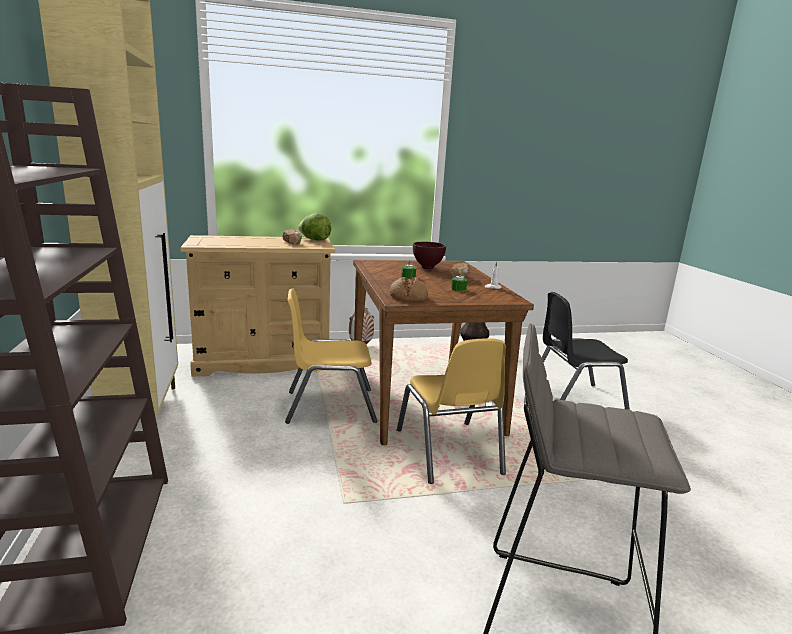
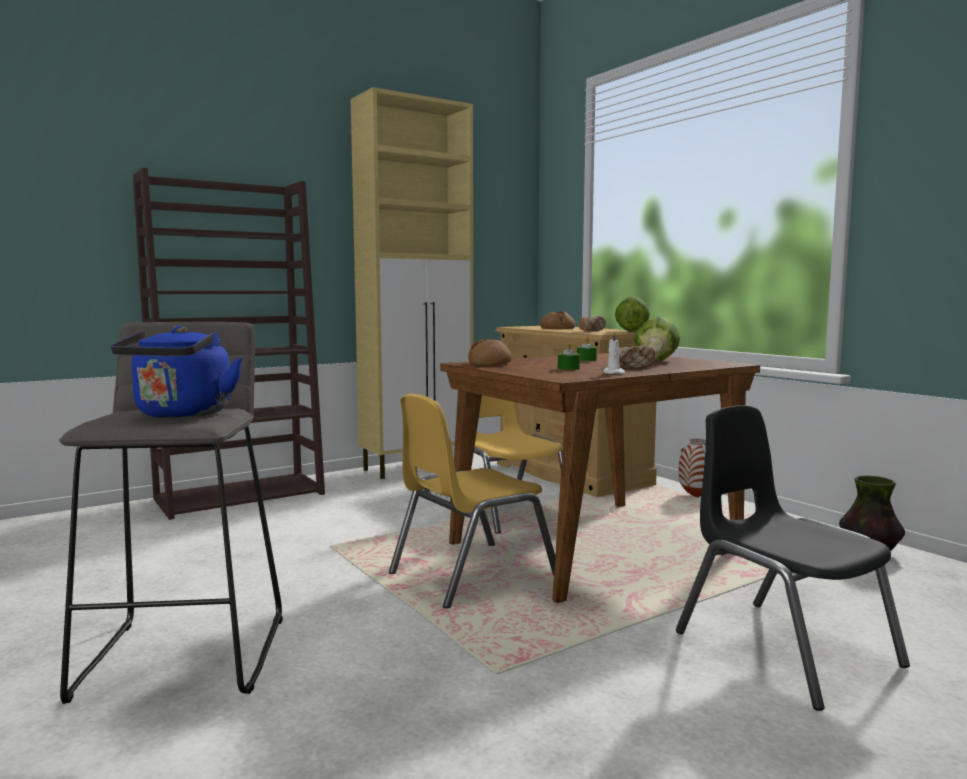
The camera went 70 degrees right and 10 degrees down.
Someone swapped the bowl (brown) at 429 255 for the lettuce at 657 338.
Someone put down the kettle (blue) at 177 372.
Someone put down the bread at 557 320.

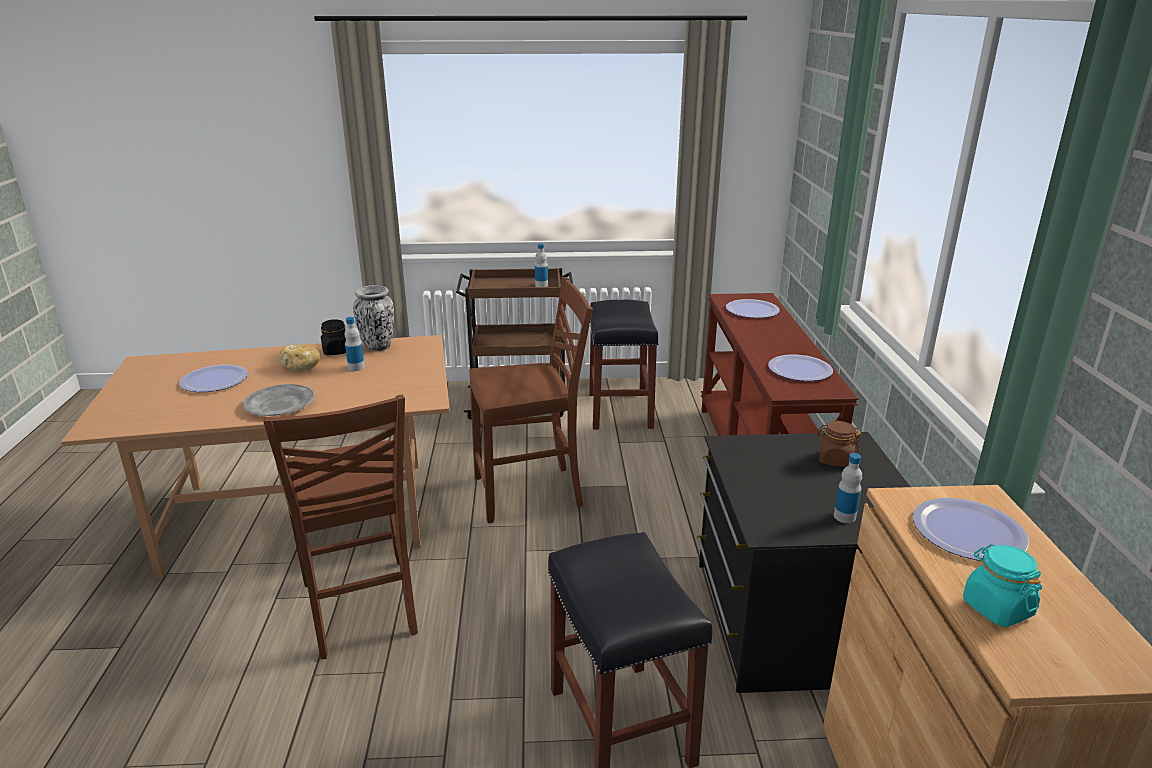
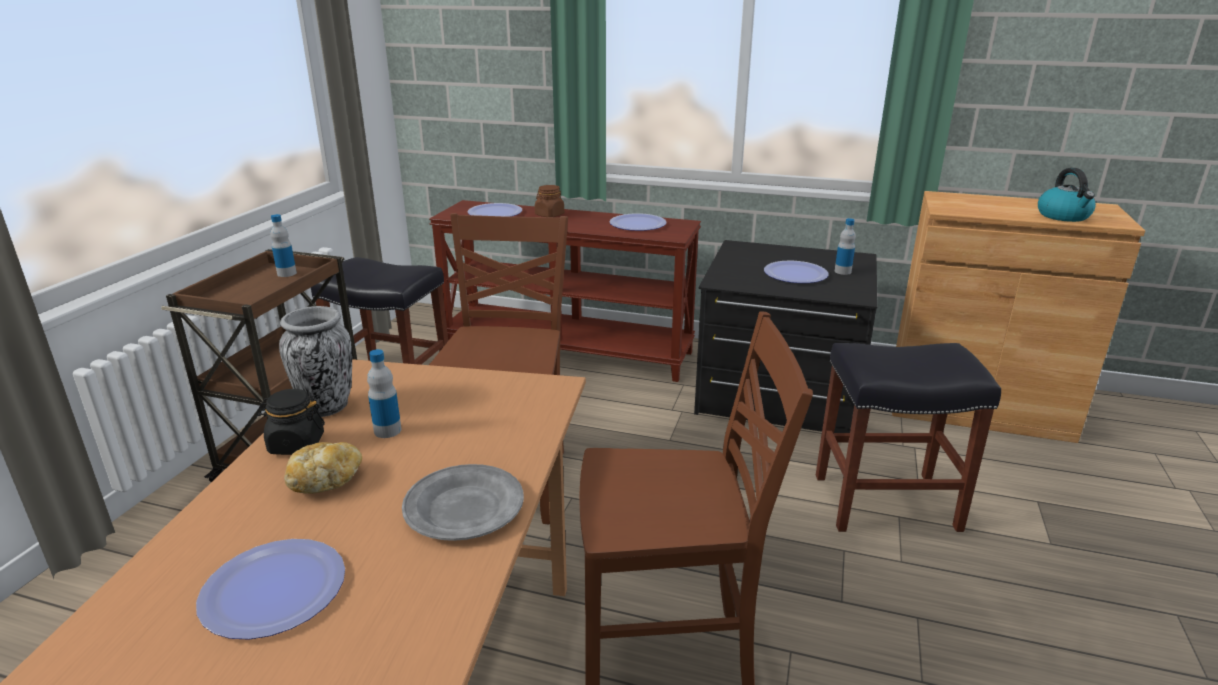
The camera went 70 degrees left and 0 degrees up.
Someone carried the jar (brown) from 839 444 to 549 201.
Someone carried the plate from 971 529 to 796 272.
Someone swapped the jar (turquoise) at 1002 585 for the kettle at 1067 195.

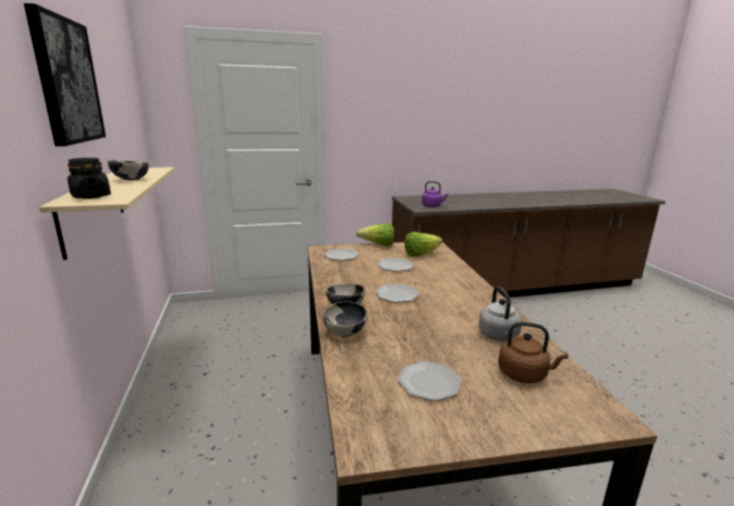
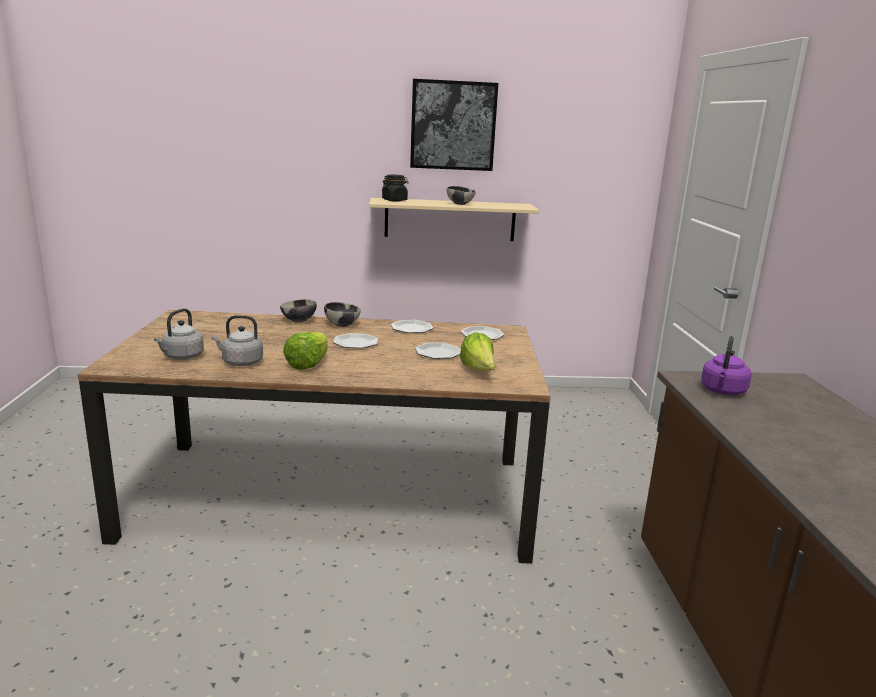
The camera went 100 degrees right and 0 degrees up.
Someone carried the lettuce from 375 234 to 305 351.
Someone carried the plate from 429 381 to 412 326.
Someone repainted the kettle (brown) at 533 352, which became the kettle (grey) at 179 334.

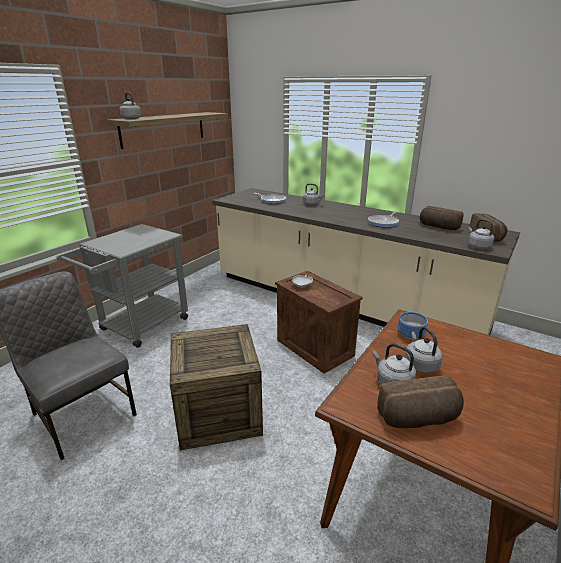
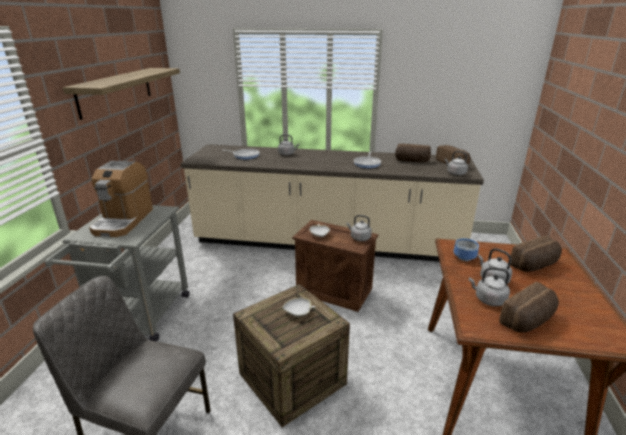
The camera went 25 degrees left and 0 degrees up.
Someone carried the kettle (grey) from 130 105 to 359 228.
Someone put down the coffee machine at 121 199.
Someone put down the bowl (white) at 299 307.
Someone put down the bread at 536 254.

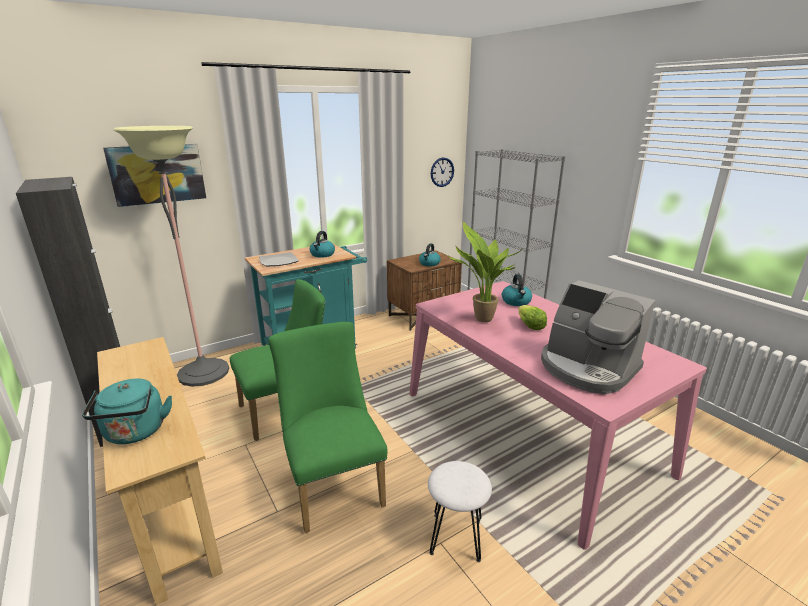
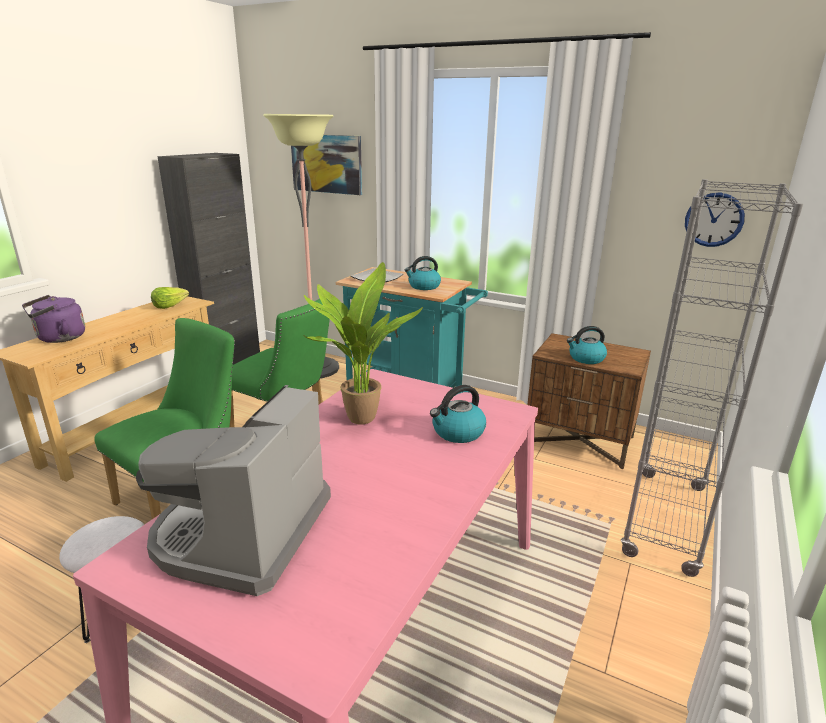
The camera went 60 degrees right and 0 degrees up.
Someone repainted the kettle (turquoise) at 127 411, which became the kettle (purple) at 53 319.
Someone carried the lettuce from 533 317 to 170 298.

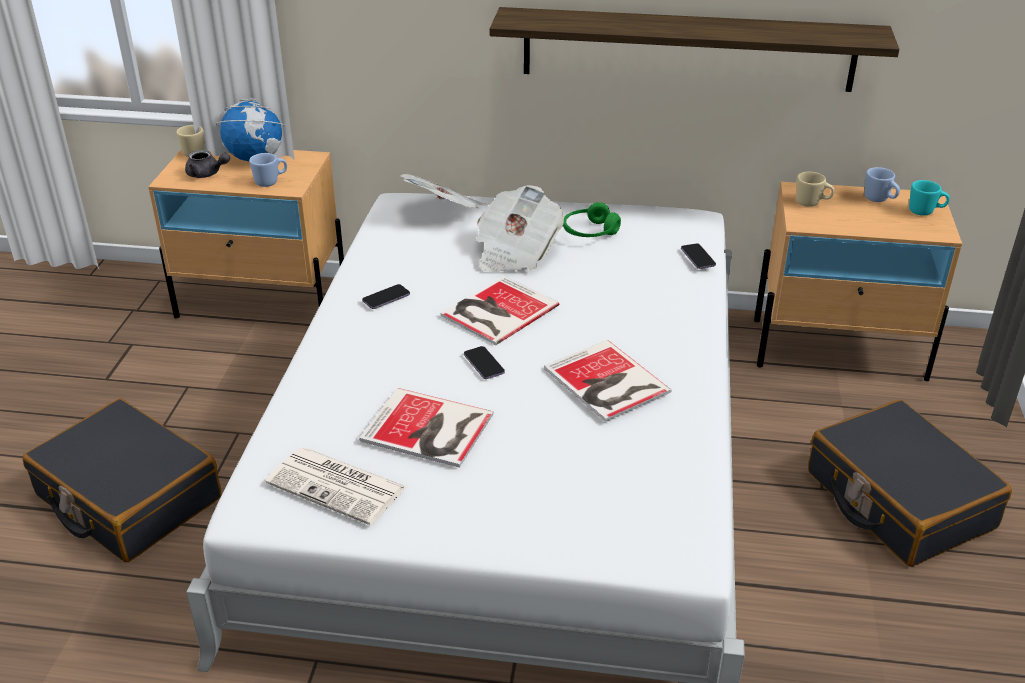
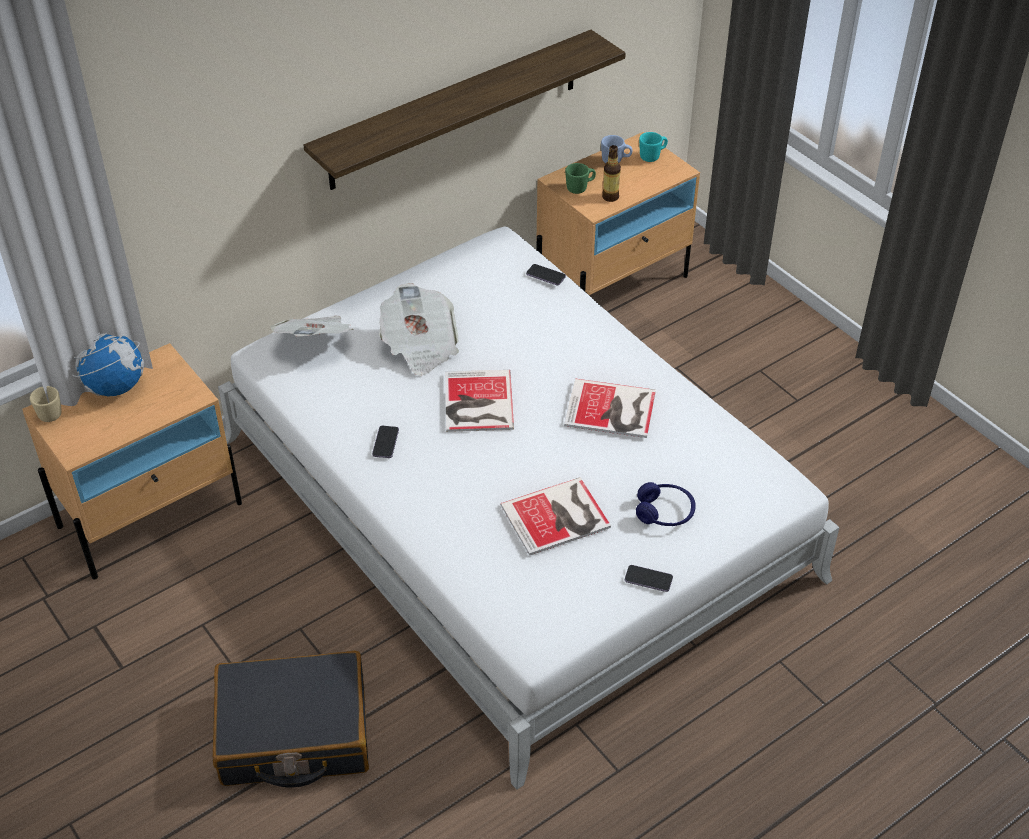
The camera went 45 degrees left and 10 degrees up.
Someone took away the teapot (grey) at 207 164.
Someone took away the mug (blue) at 268 170.
Someone took away the newspaper at 336 486.
Someone carried the phone from 484 362 to 649 578.
Someone took away the headphones (green) at 592 219.
Someone repainted the mug (beige) at 815 189, which became the mug (green) at 580 178.
Someone took away the suitcase (black) at 910 483.
Someone put down the bottle at 611 173.
Someone put down the headphones (blue) at 666 504.

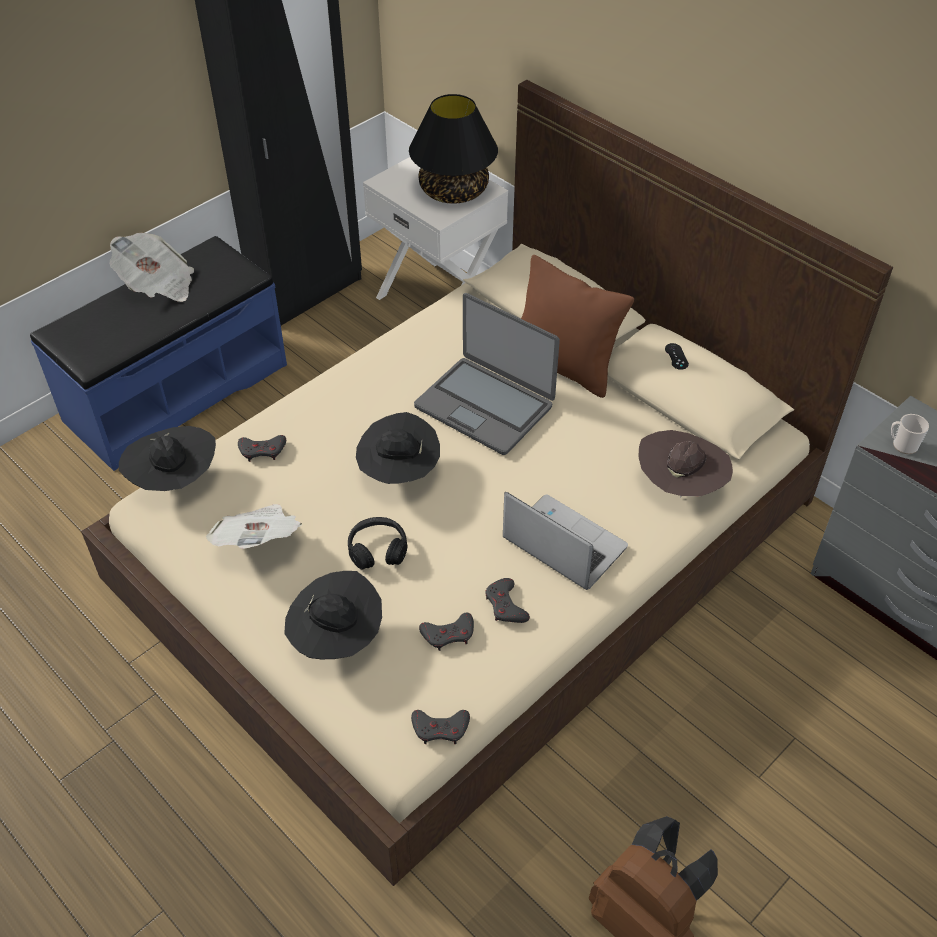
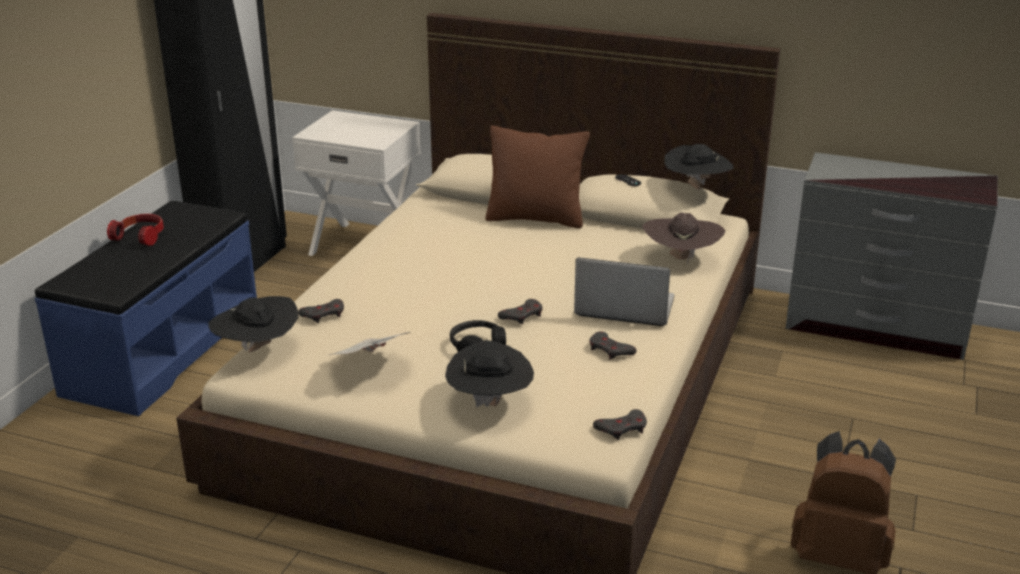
The camera went 25 degrees left and 20 degrees down.
Someone swapped the newspaper at 151 267 for the headphones at 135 230.
Someone carried the hat (black) from 398 448 to 699 167.
Someone took away the table lamp (black) at 453 149.
Someone took away the laptop at 487 374.
Someone carried the game controller (grey) from 446 631 to 520 311.
Someone took away the mug at 910 434.

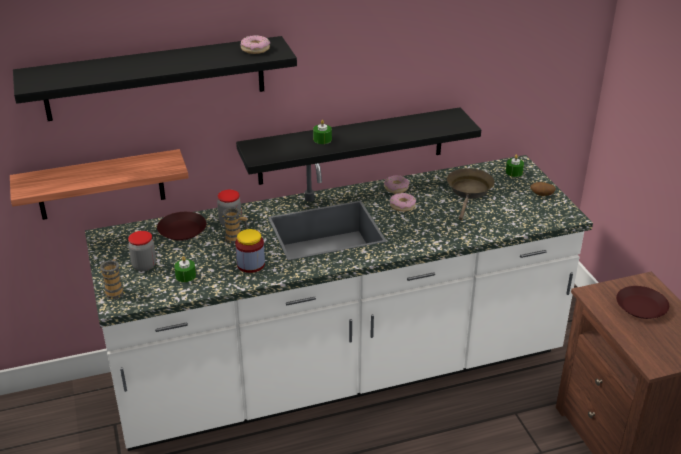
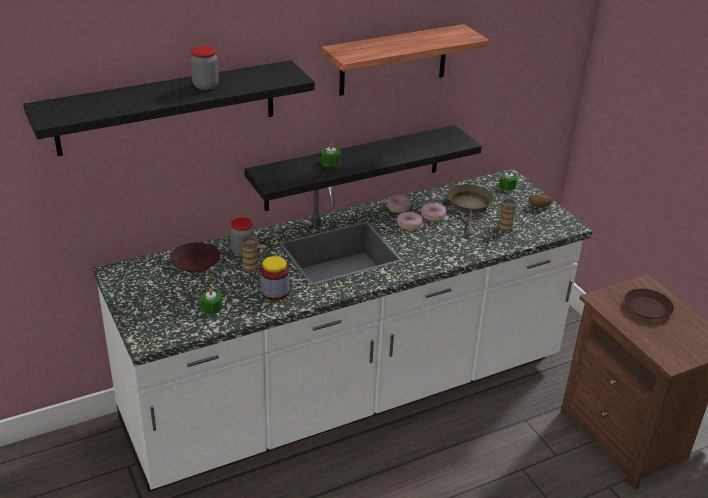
The camera went 10 degrees left and 0 degrees up.
Someone carried the shelf from 99 184 to 405 60.
Someone carried the mug from 111 279 to 507 215.
Someone carried the jar from 142 251 to 205 68.
Someone carried the donut from 255 44 to 434 212.

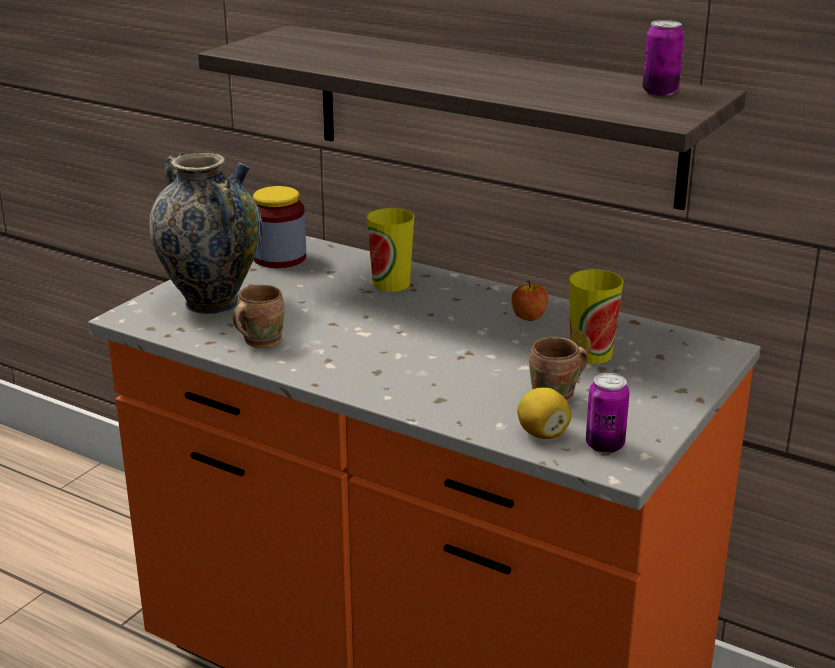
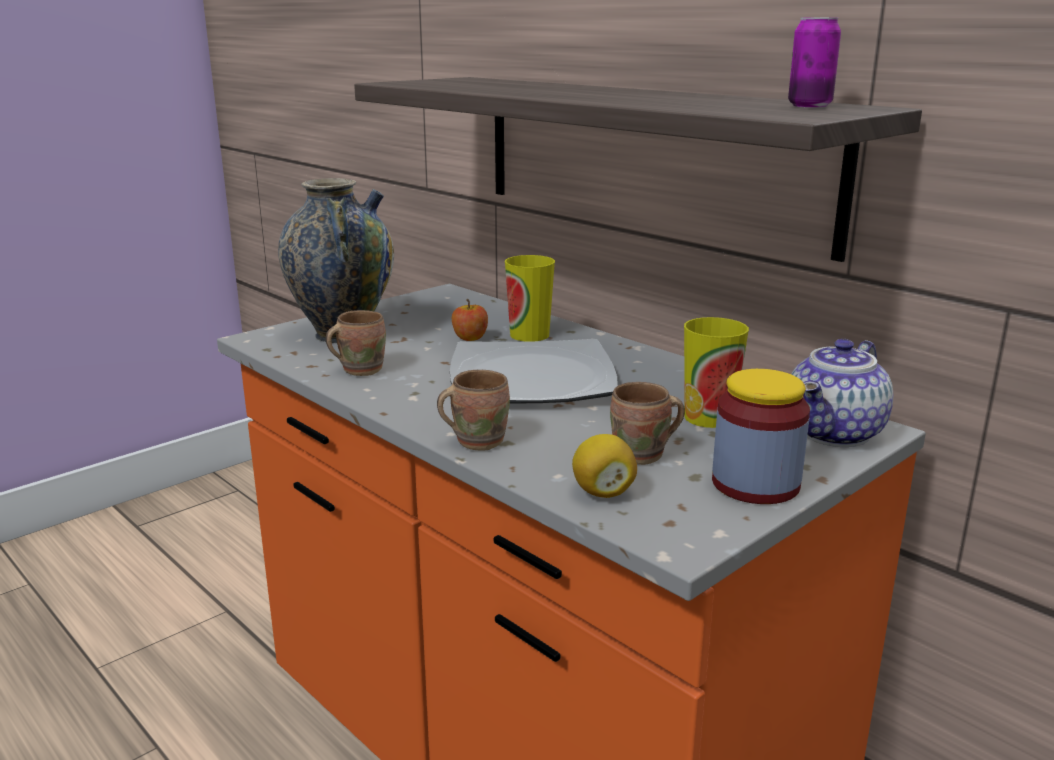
The camera went 15 degrees right and 5 degrees down.
Someone carried the jar from 279 227 to 761 436.
Someone carried the apple from 530 300 to 470 320.
Someone took away the can at 608 413.
Someone put down the mug (brown) at 473 410.
Someone put down the plate at 534 371.
Someone put down the teapot at 842 393.

